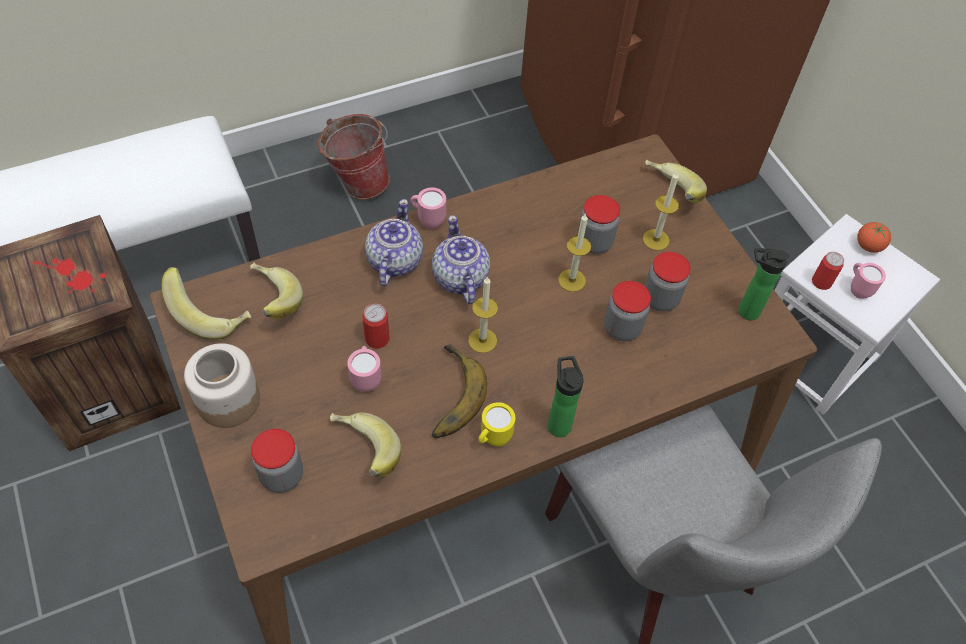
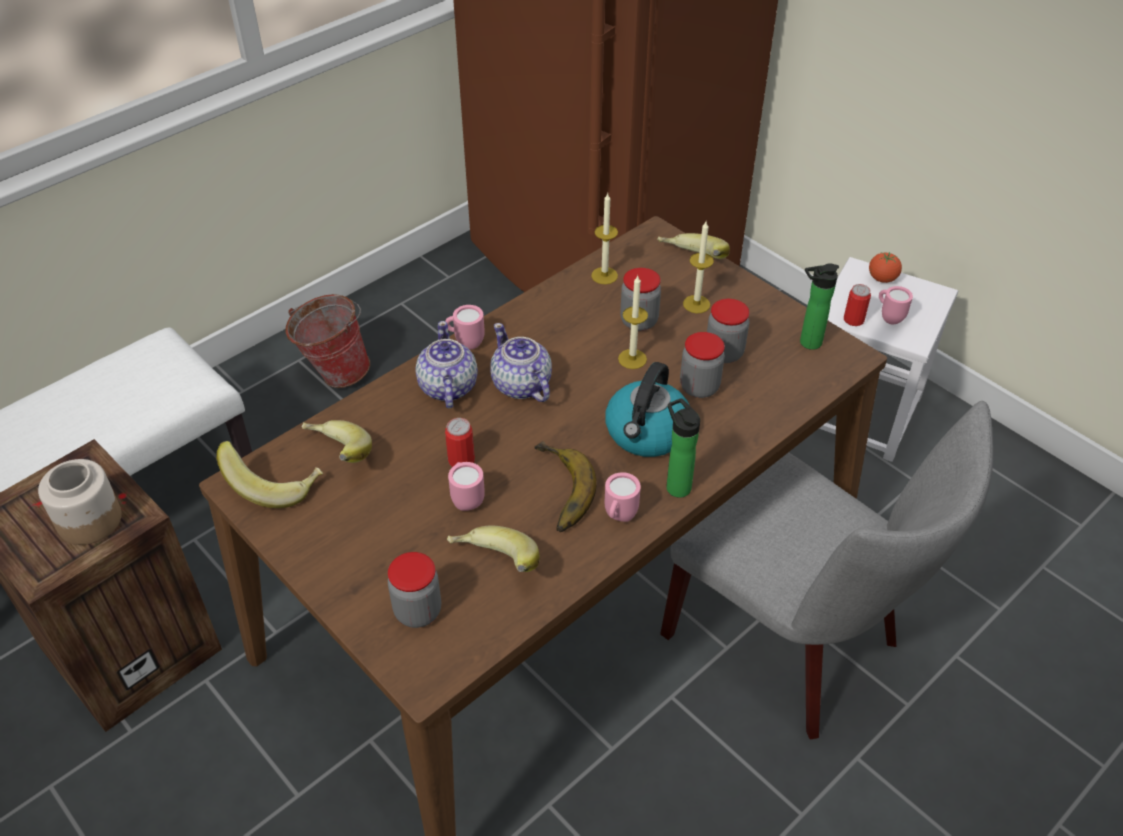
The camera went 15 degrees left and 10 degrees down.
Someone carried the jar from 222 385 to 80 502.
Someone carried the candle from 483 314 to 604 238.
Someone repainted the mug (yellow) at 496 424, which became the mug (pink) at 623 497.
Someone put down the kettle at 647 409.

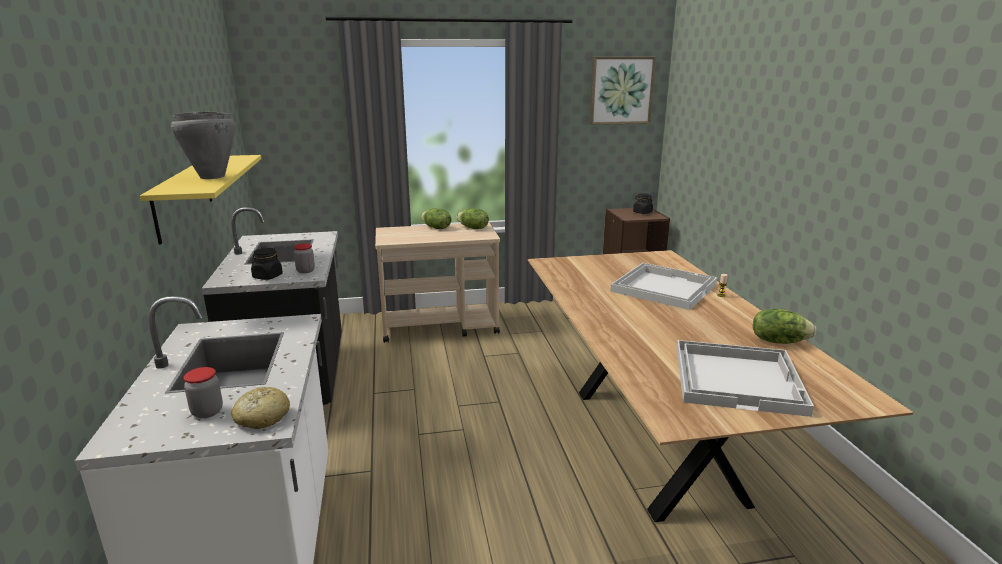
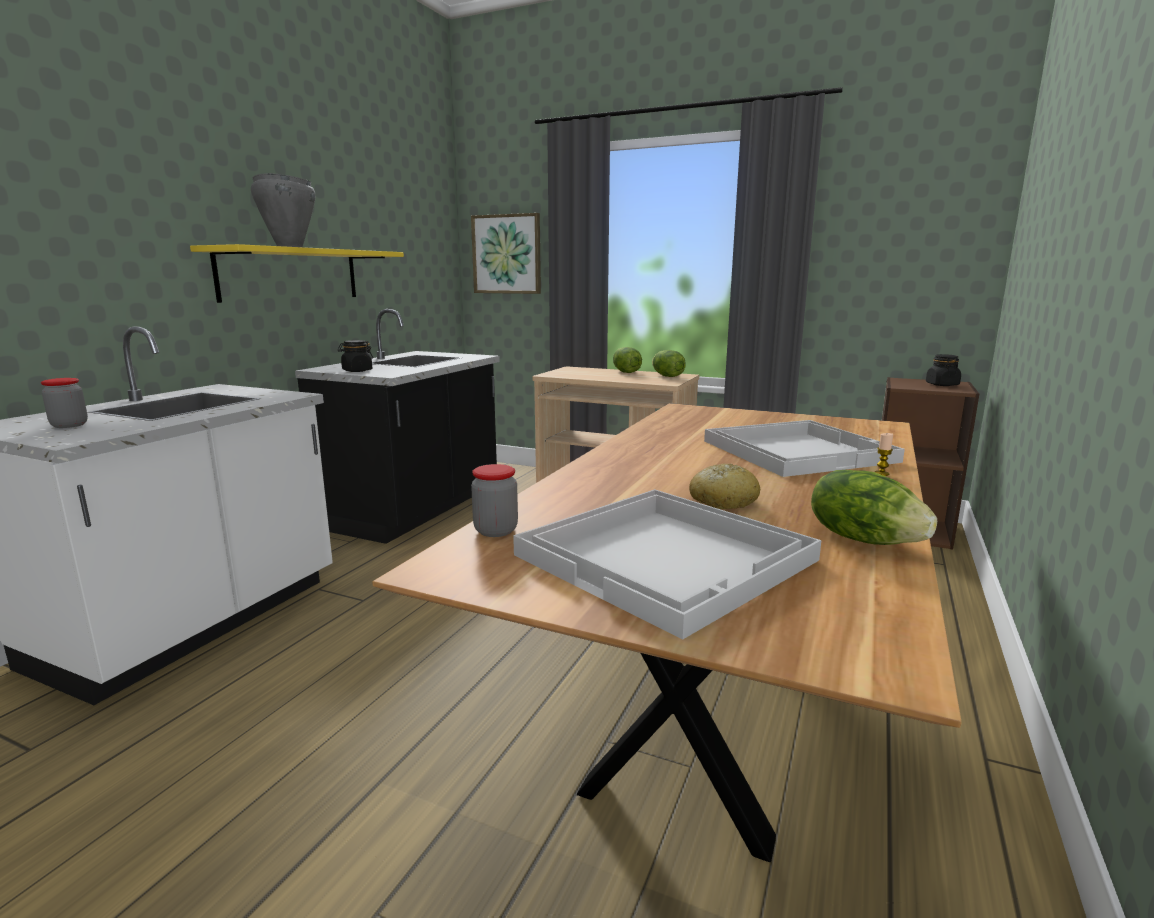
The camera went 35 degrees right and 5 degrees down.
Someone carried the bread from 261 408 to 724 486.
Someone carried the jar from 304 258 to 494 500.
Someone carried the picture from 622 91 to 506 253.

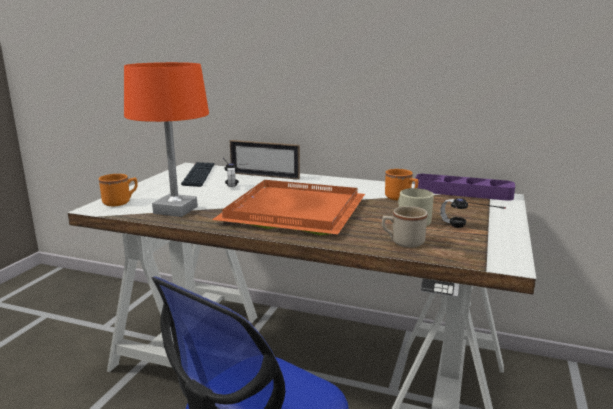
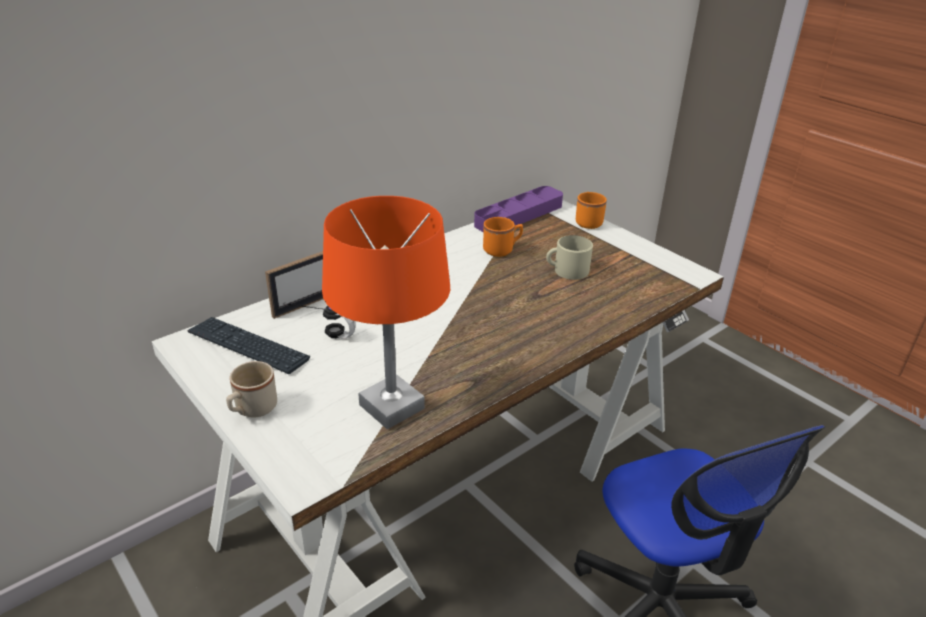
The camera went 60 degrees left and 15 degrees up.
Someone carried the mug (orange) from 118 190 to 591 210.
Someone took away the tray (orange) at 288 207.
Someone carried the mug (beige) from 405 227 to 251 389.
Someone took away the headphones at 473 213.

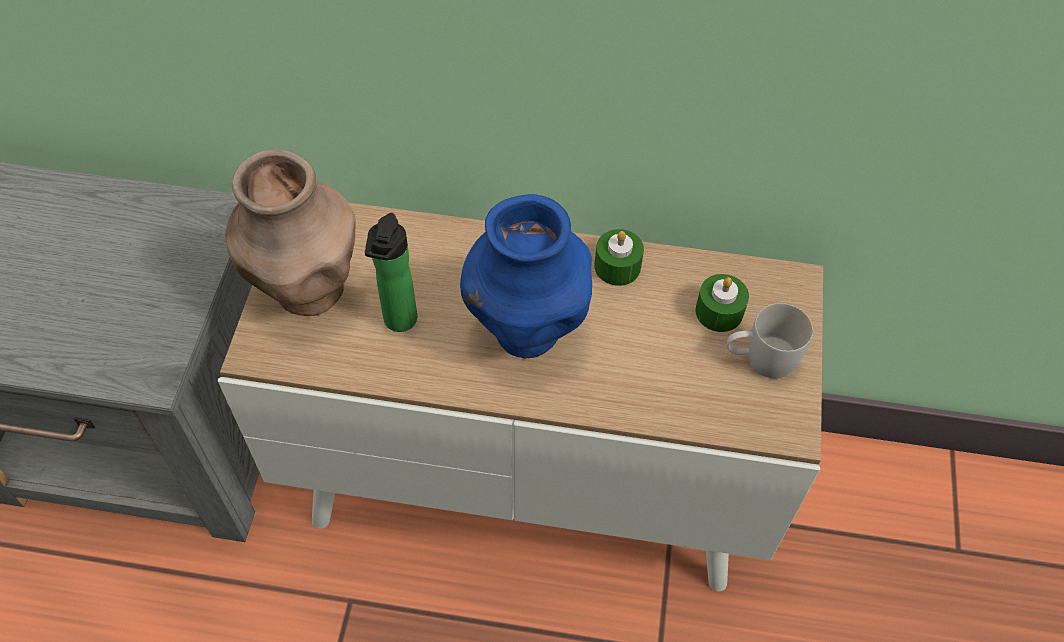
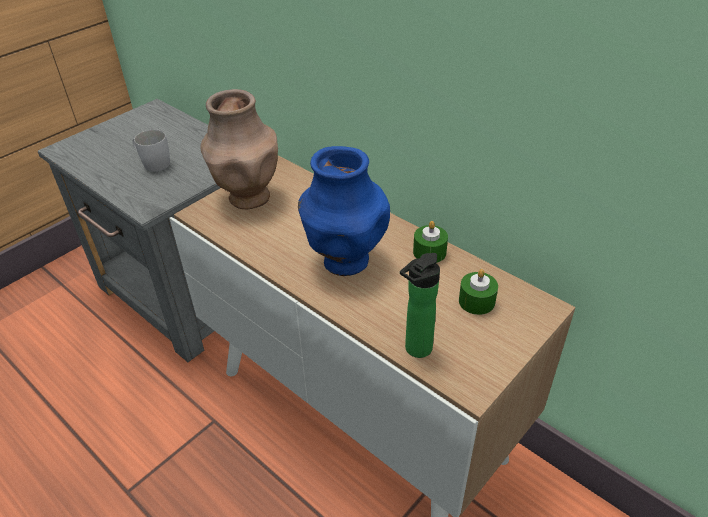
The camera went 35 degrees right and 15 degrees down.
Someone carried the bottle from 391 272 to 420 305.
Someone carried the mug (white) from 770 340 to 151 151.

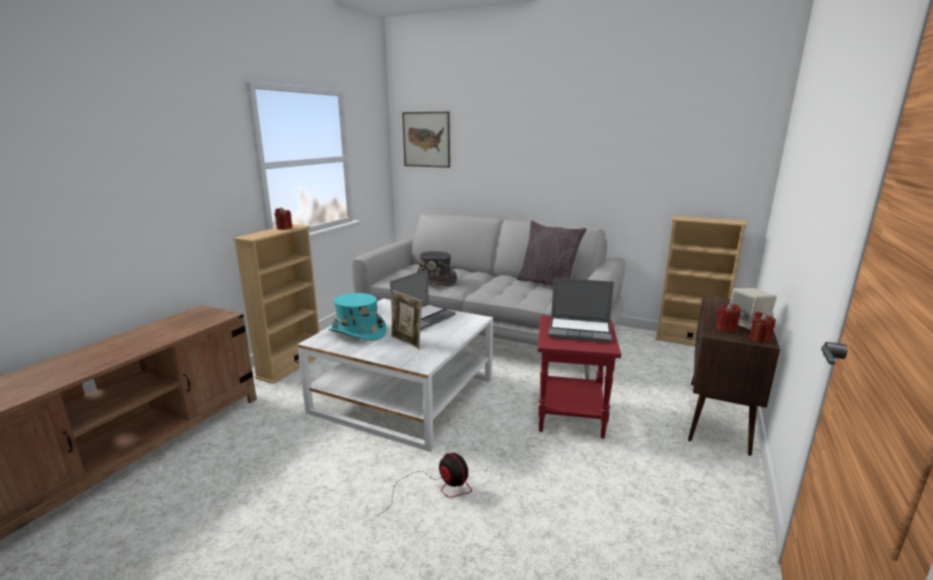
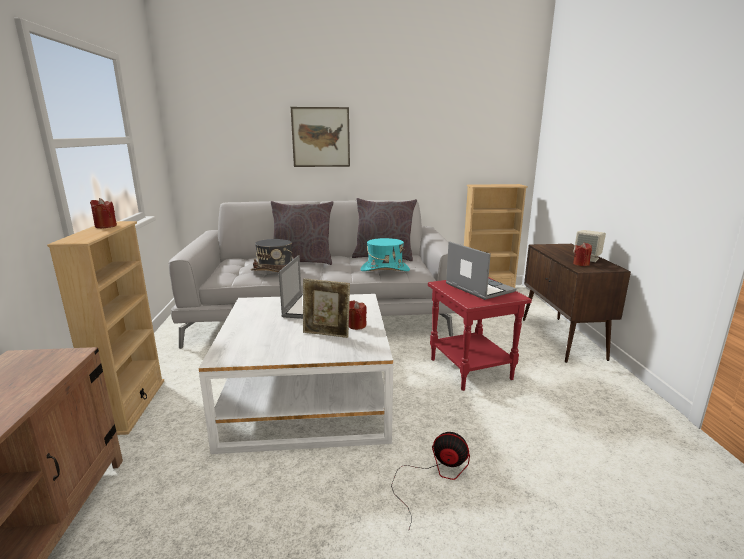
The camera went 30 degrees left and 0 degrees up.
Someone carried the hat (turquoise) from 358 316 to 385 254.
Someone carried the picture from 426 140 to 320 137.
Someone rotated the laptop at 581 310 by 105 degrees counterclockwise.
Someone carried the candle (red) from 762 327 to 358 315.
Someone put down the pillow (grey) at 302 233.

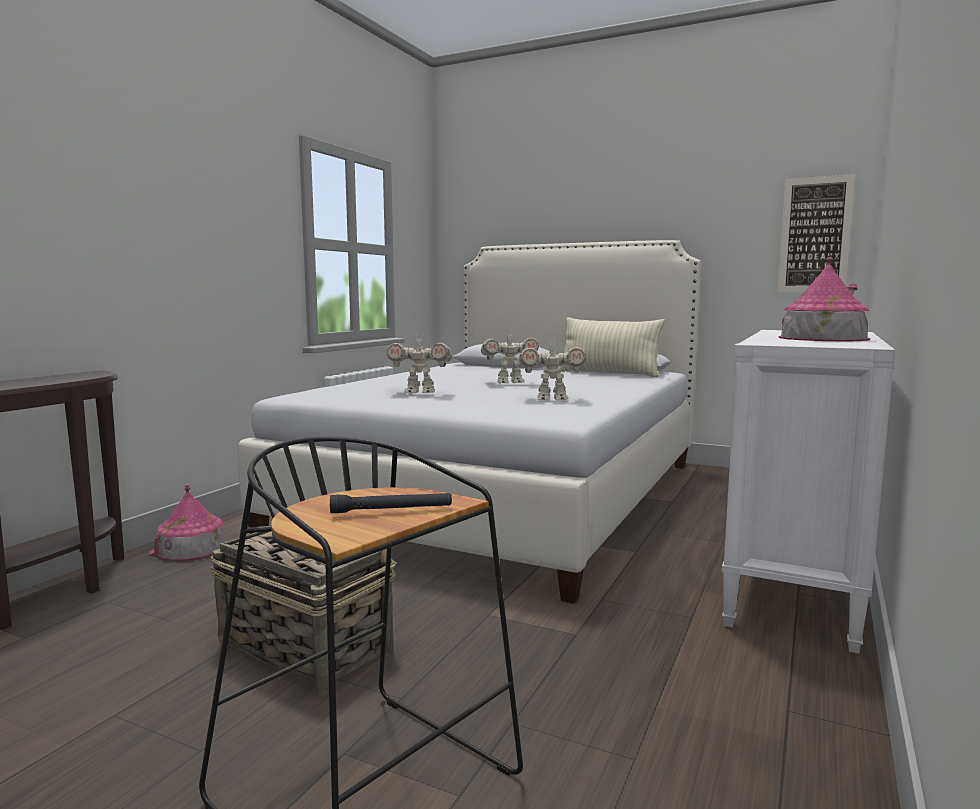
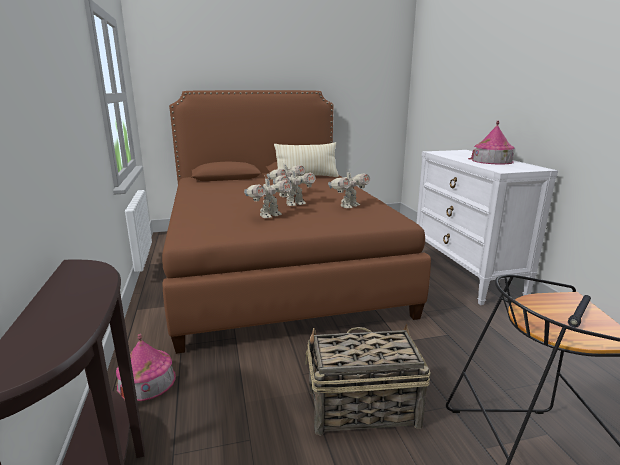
The camera went 40 degrees left and 10 degrees up.
Someone repainted the bed (white) at 469 422, which became the bed (brown) at 296 222.
Someone took away the picture at 816 233.
Someone put down the toy robot at 294 187.

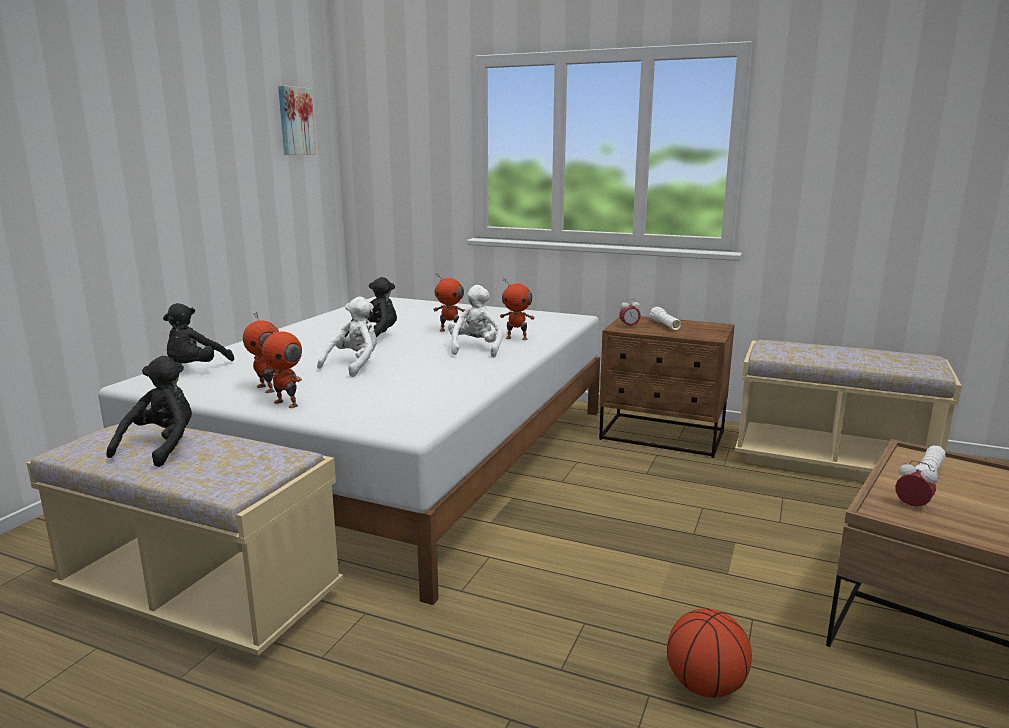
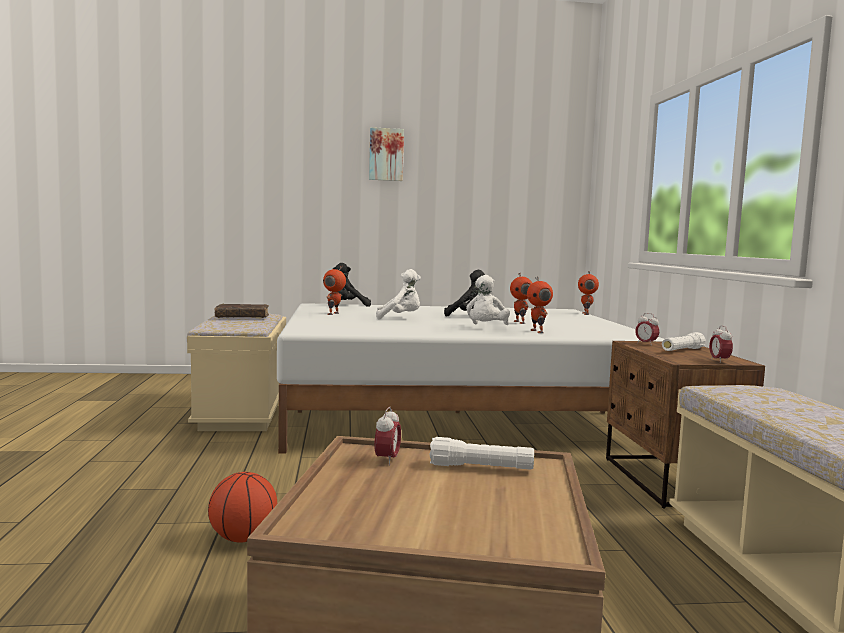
The camera went 60 degrees right and 10 degrees down.
Someone swapped the plush toy (black) at 149 411 for the book (brown) at 241 311.
Someone carried the toy robot from 282 365 to 588 293.
Someone carried the picture from 297 120 to 386 154.
Someone rotated the plush toy (white) at 475 321 by 135 degrees clockwise.
Someone put down the alarm clock at 721 344.

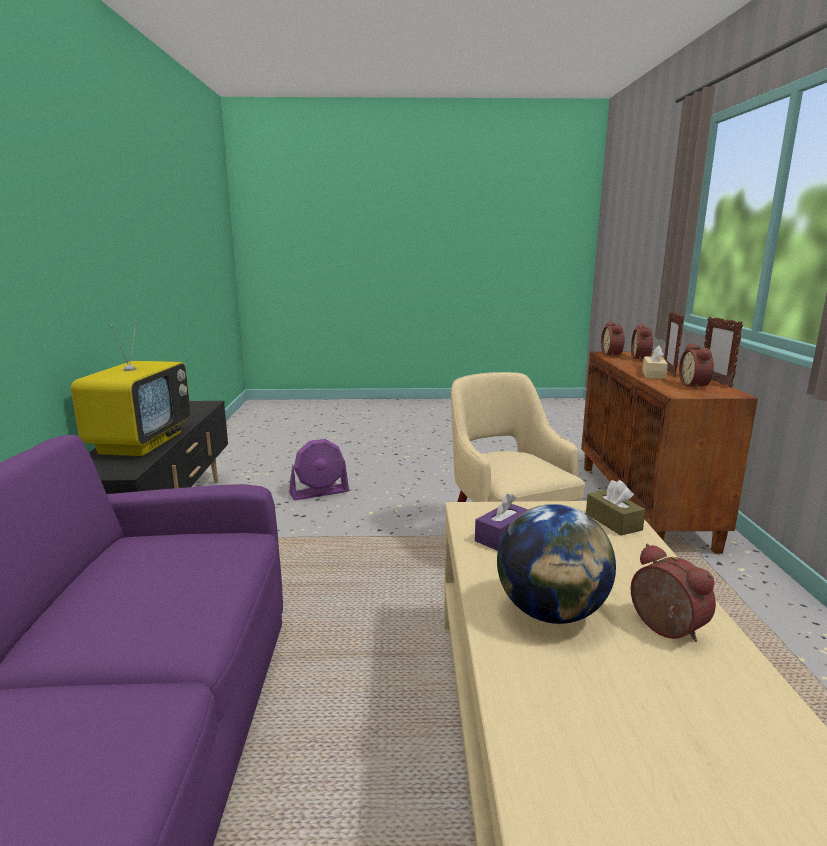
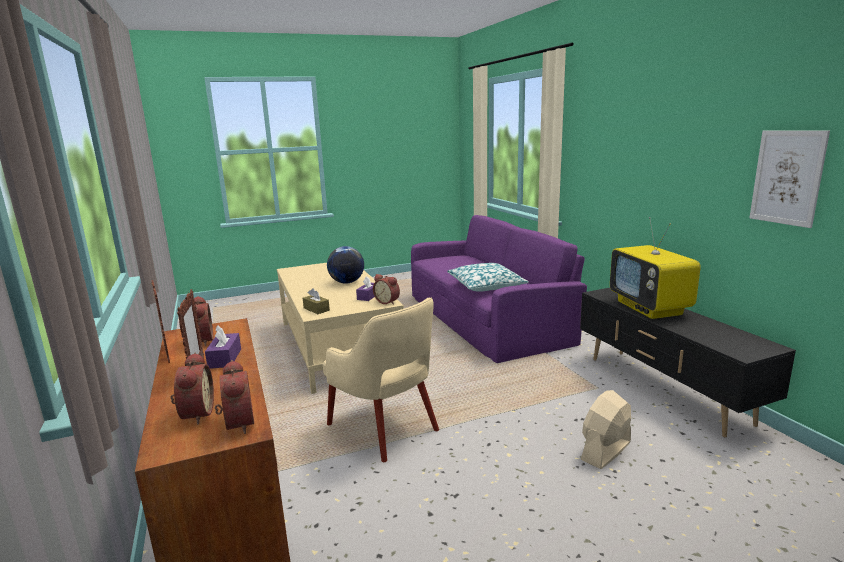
The camera went 160 degrees right and 0 degrees up.
Someone repainted the fan (purple) at 319 469, which became the fan (beige) at 605 429.
Someone carried the alarm clock from 673 593 to 386 289.
Someone repainted the tissue box (beige) at 655 362, which became the tissue box (purple) at 223 347.
Someone put down the pillow at 488 277.
Someone put up the picture at 789 179.

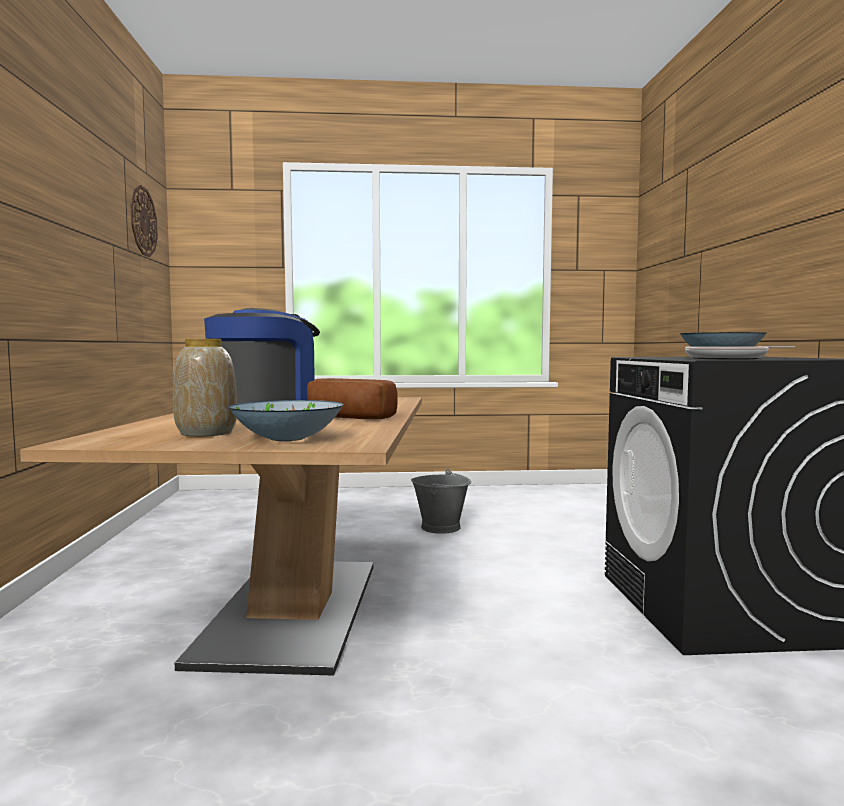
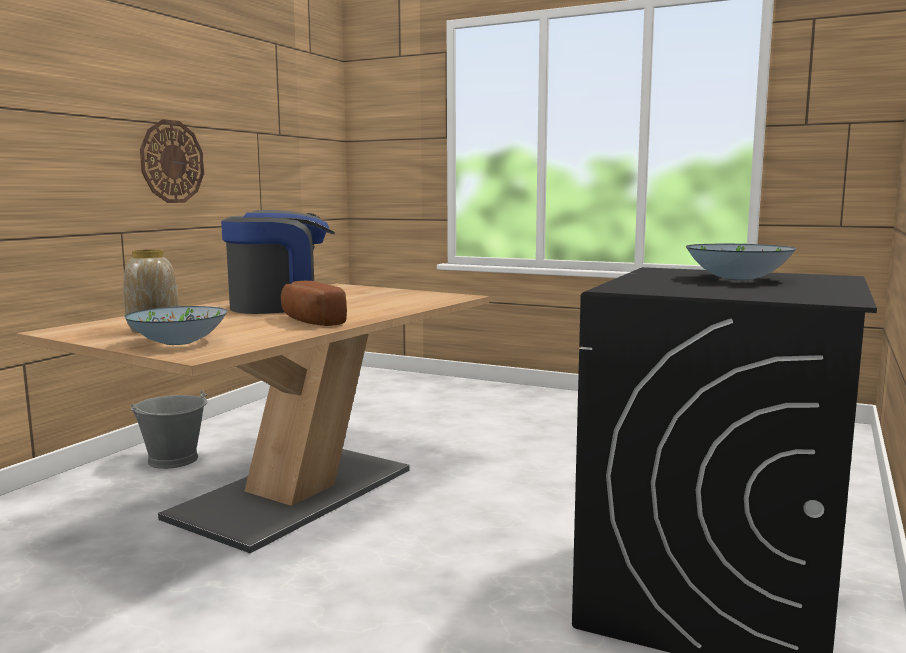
The camera went 30 degrees right and 5 degrees up.
Someone carried the wall clock from 144 221 to 172 161.
Someone carried the bucket (grey) from 441 501 to 169 430.
Someone took away the frying pan at 740 353.

